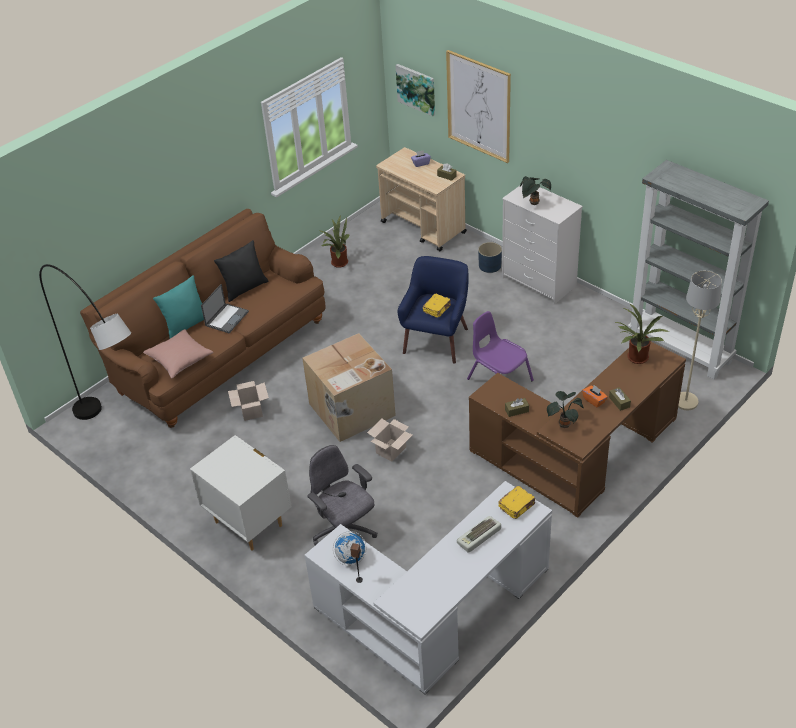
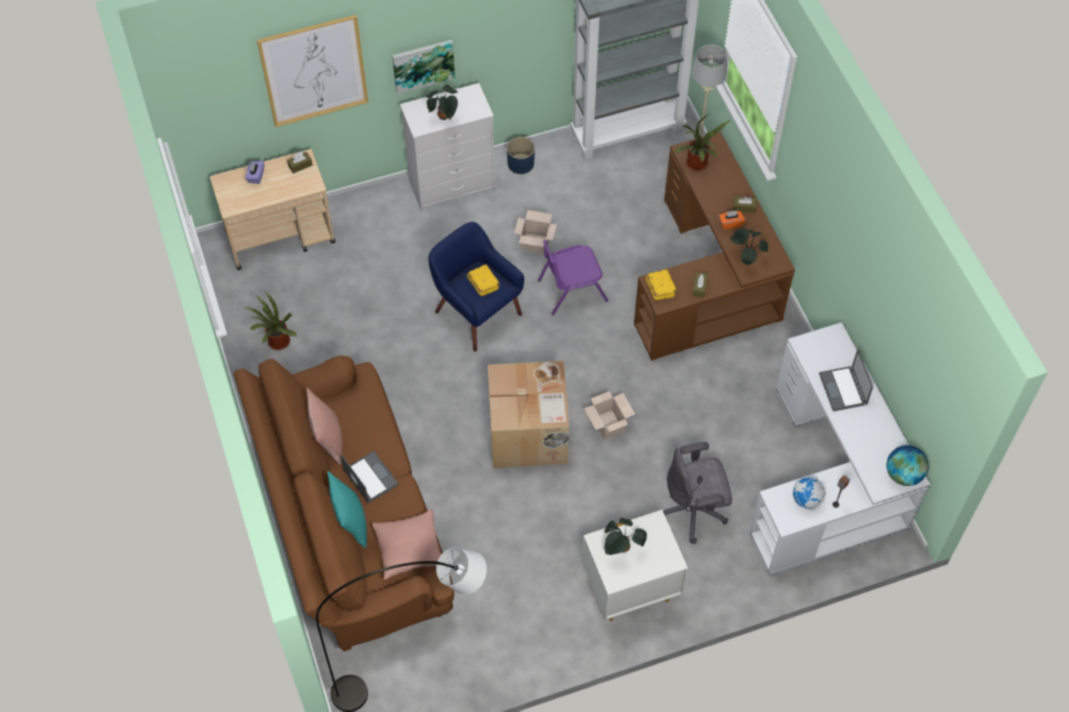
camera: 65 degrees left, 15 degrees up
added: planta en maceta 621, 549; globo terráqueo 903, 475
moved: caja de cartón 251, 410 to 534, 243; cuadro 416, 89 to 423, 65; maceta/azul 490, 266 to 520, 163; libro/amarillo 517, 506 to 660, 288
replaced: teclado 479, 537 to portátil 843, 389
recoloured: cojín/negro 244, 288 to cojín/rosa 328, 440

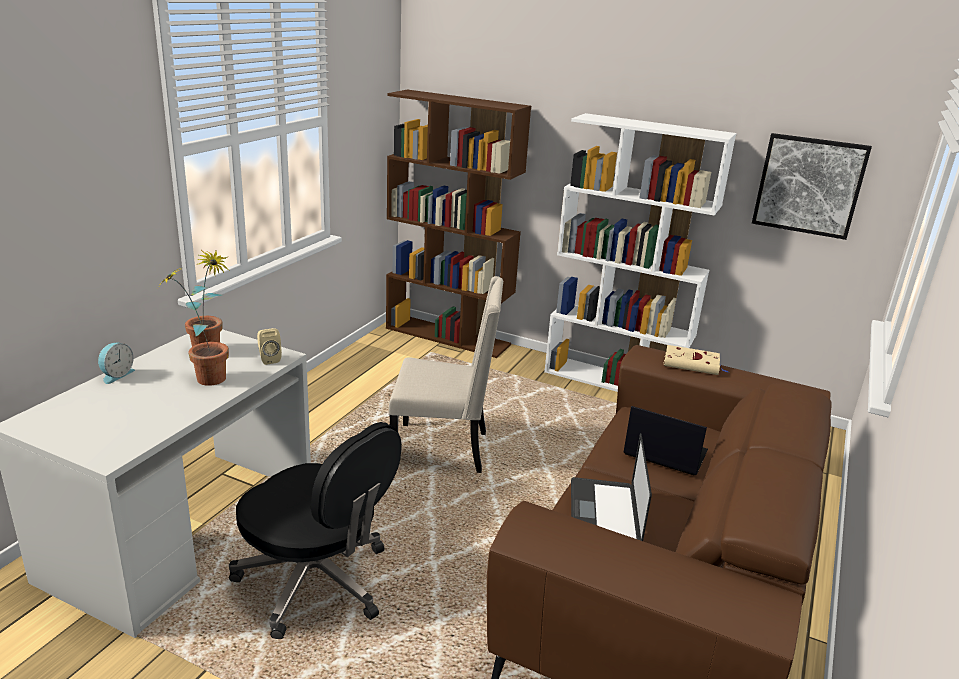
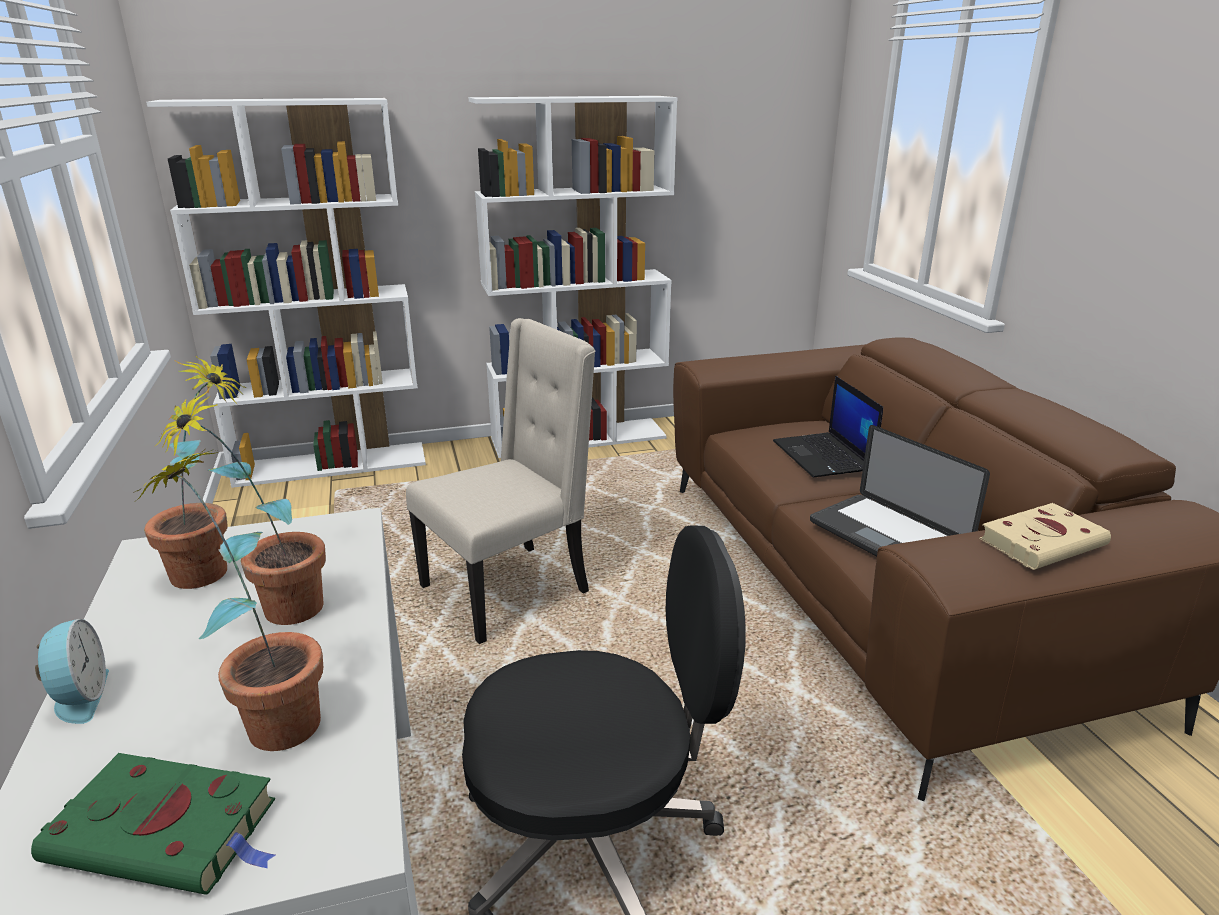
camera: 40 degrees left, 0 degrees up
removed: altavoz/beis 269, 359; cuadro 809, 185
added: libro/verde 169, 832; planta en maceta 269, 718
moved: libro/beis 693, 364 to 1044, 542
recoloured: estantería/marrón 448, 336 to estantería/blanco 332, 464
turned: portátil 664, 453 = 824, 456 90 degrees counterclockwise

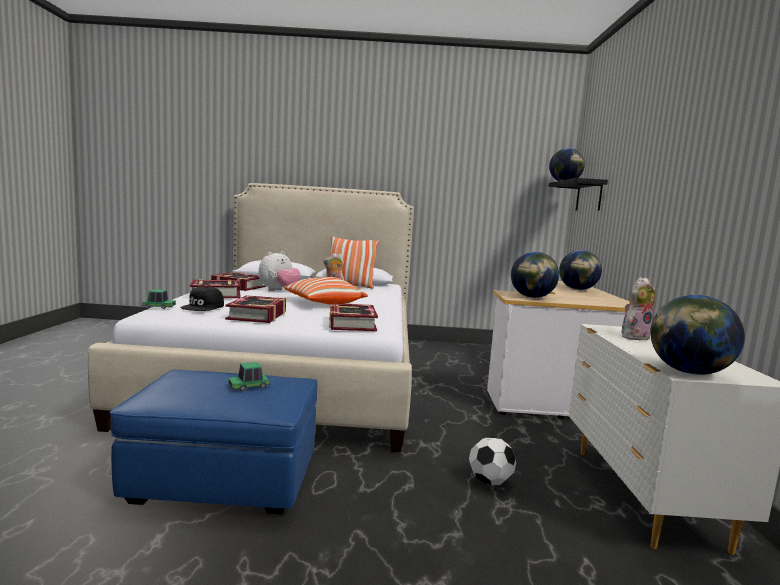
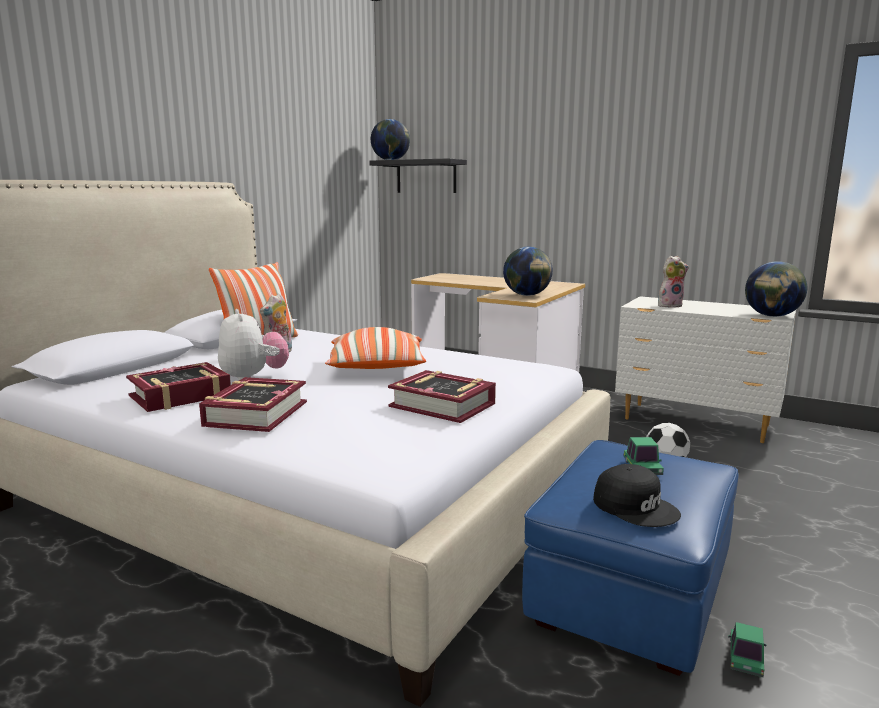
camera: 60 degrees left, 5 degrees up
removed: libro 351, 324; globo terráqueo 577, 289
moved: coche de juguete 159, 307 to 745, 659; gorra/negro 203, 307 to 635, 506
turned: peluche 634, 337 = 670, 305 75 degrees clockwise

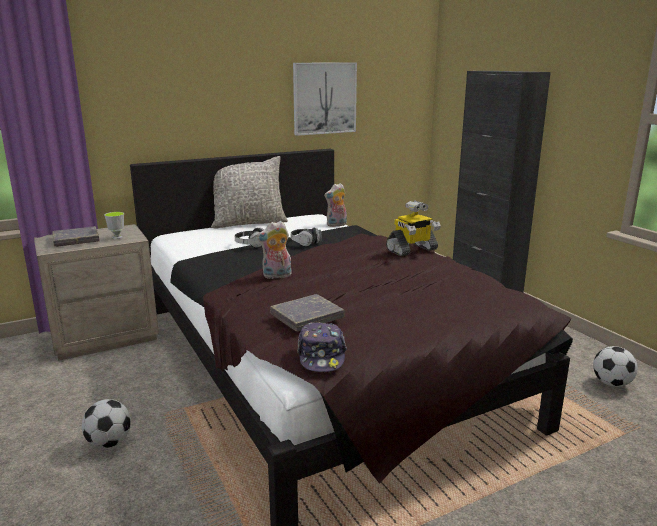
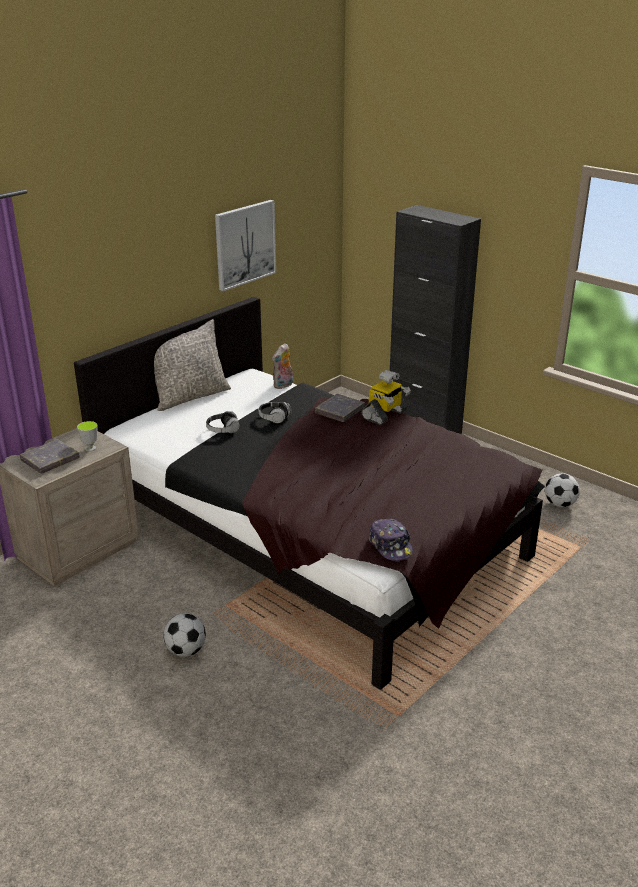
camera: 20 degrees left, 10 degrees up
removed: peluche 276, 276
moved: libro/gris 307, 317 to 340, 411

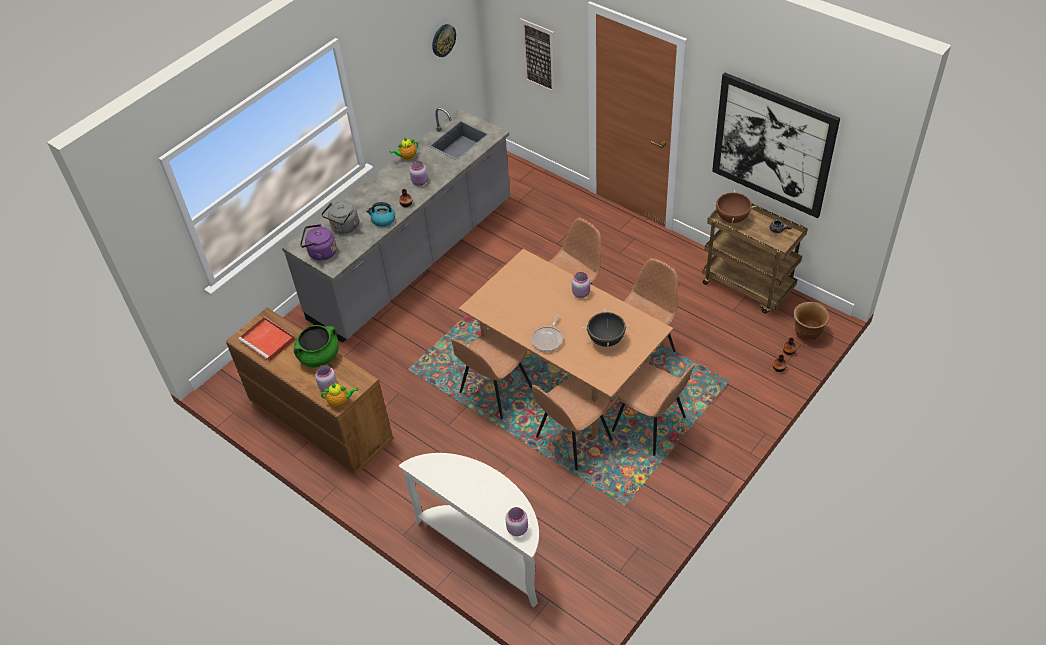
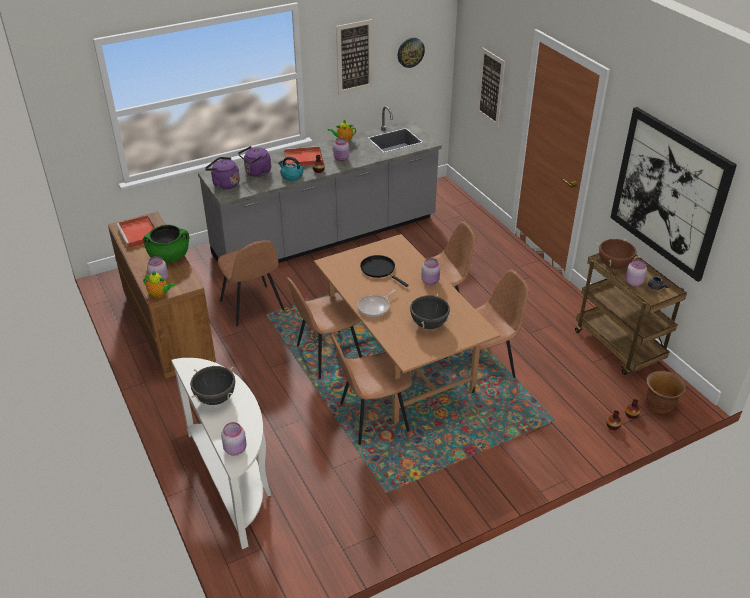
camera: 20 degrees right, 10 degrees down
added: olla/negro 215, 398; bandeja/rojo 302, 159; cuadro 354, 57; sartén/negro 379, 270; tarro/rosa 633, 282
moved: silla/marrón 650, 425 to 252, 307
recoloured: hervidor/gris 344, 227 to hervidor/morado 256, 173

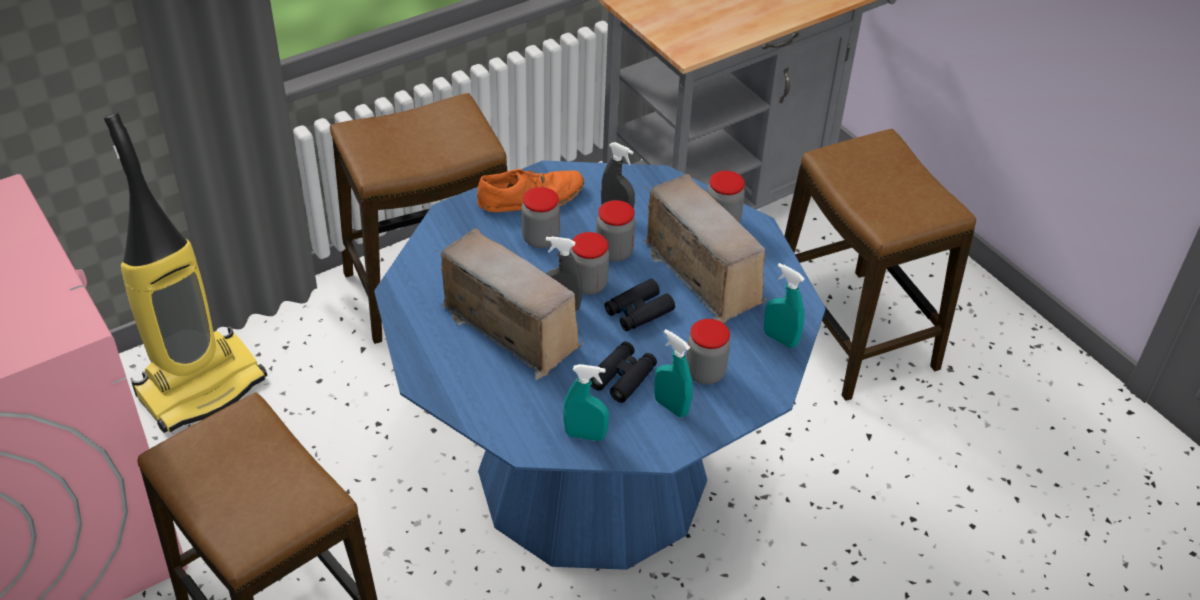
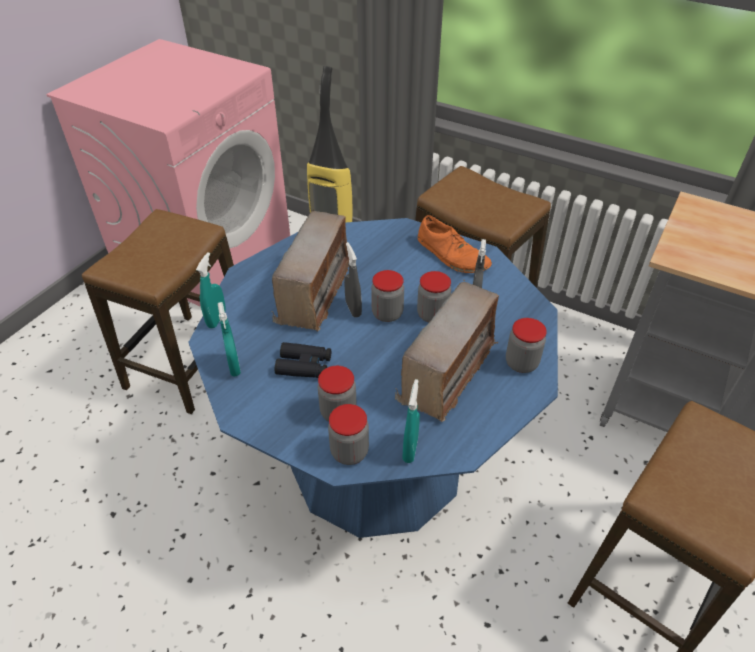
camera: 65 degrees right, 0 degrees up
removed: prismáticos/negro 638, 311
moved: tarro 540, 239 to 349, 452; pulverizador/turquesa 671, 407 to 216, 319

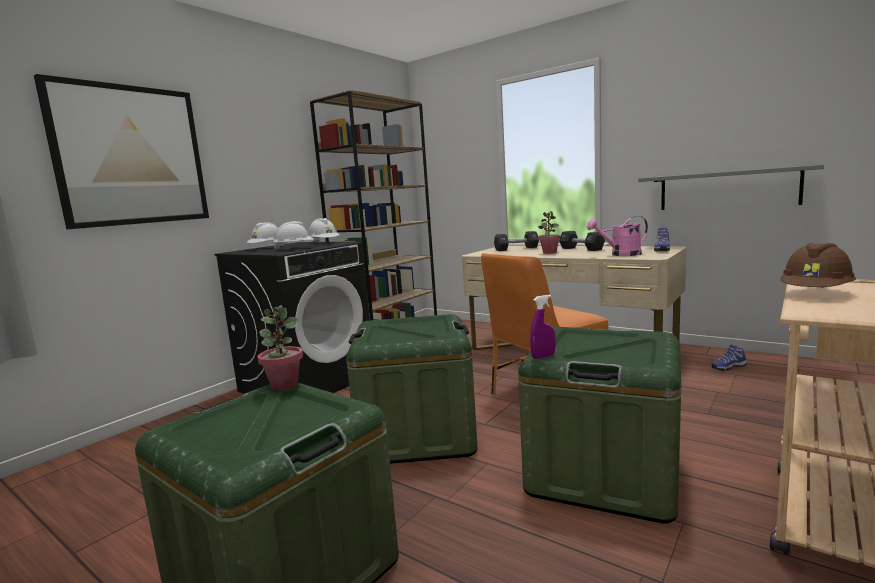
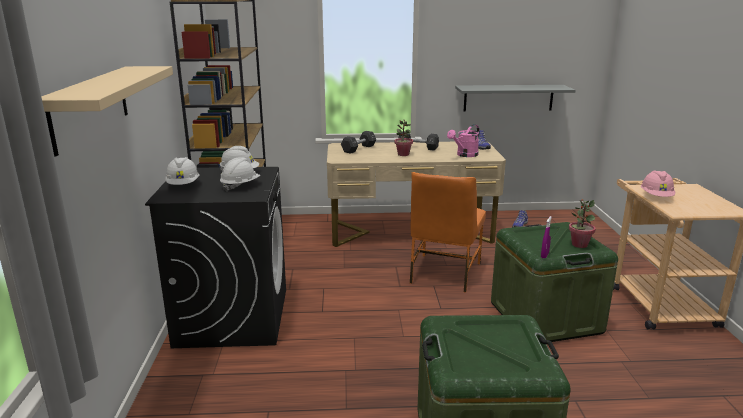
camera: 40 degrees left, 10 degrees up
removed: caja de almacenaje/verde 417, 434
moved: planta en maceta 284, 385 to 579, 244
replaced: cuadro 131, 156 to estante/beis 90, 106
recoloured: casco/marrón 815, 294 to casco/rosa 656, 197

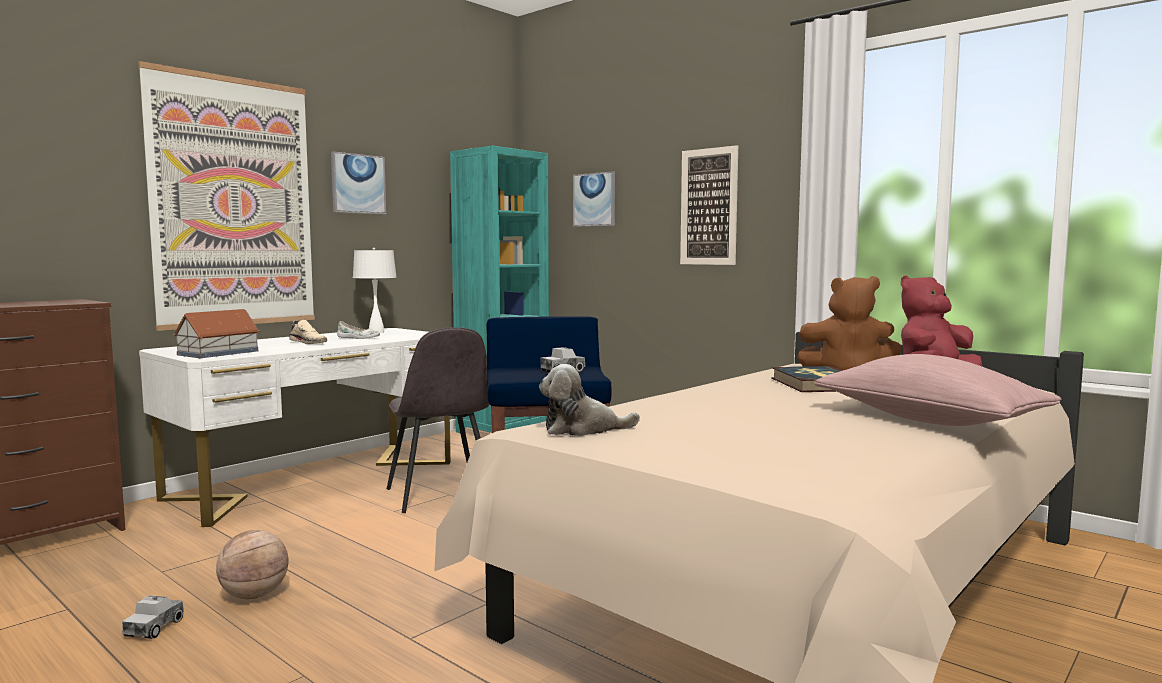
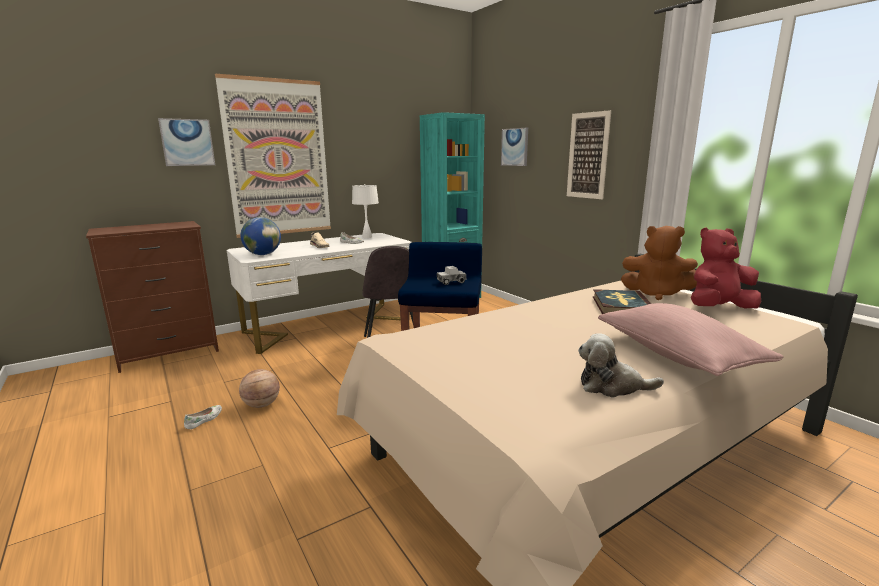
camera: 15 degrees right, 10 degrees up
moved: cuadro 358, 184 to 187, 142; peluche 582, 429 to 612, 386
replaced: camión de juguete 154, 628 to zapato/blanco 204, 420; casita 217, 353 to globo terráqueo 263, 254

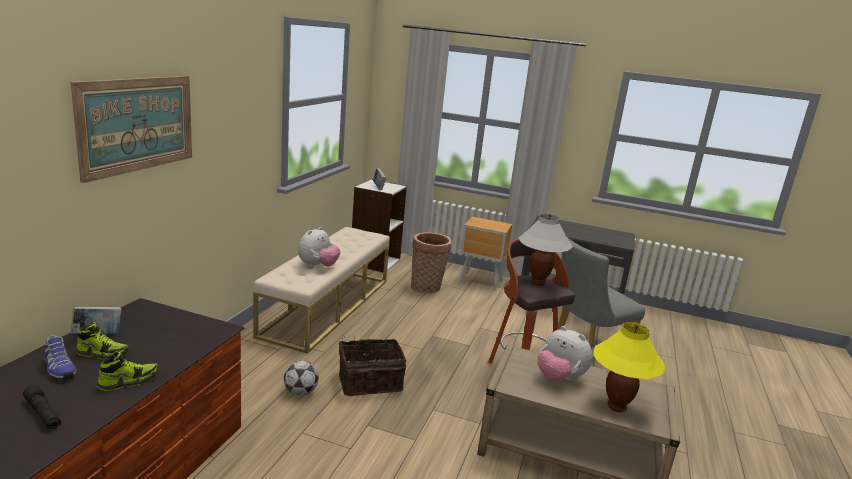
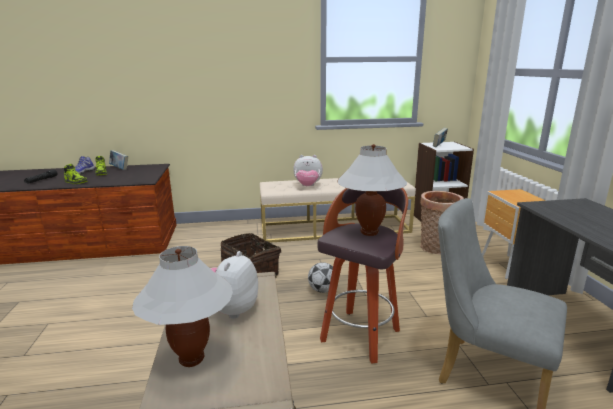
camera: 65 degrees right, 0 degrees up
removed: cuadro 138, 124
moved: balón de fútbol 300, 392 to 322, 290
recoloured: lámpara de mesa/amarillo 616, 407 to lámpara de mesa/blanco 191, 359

